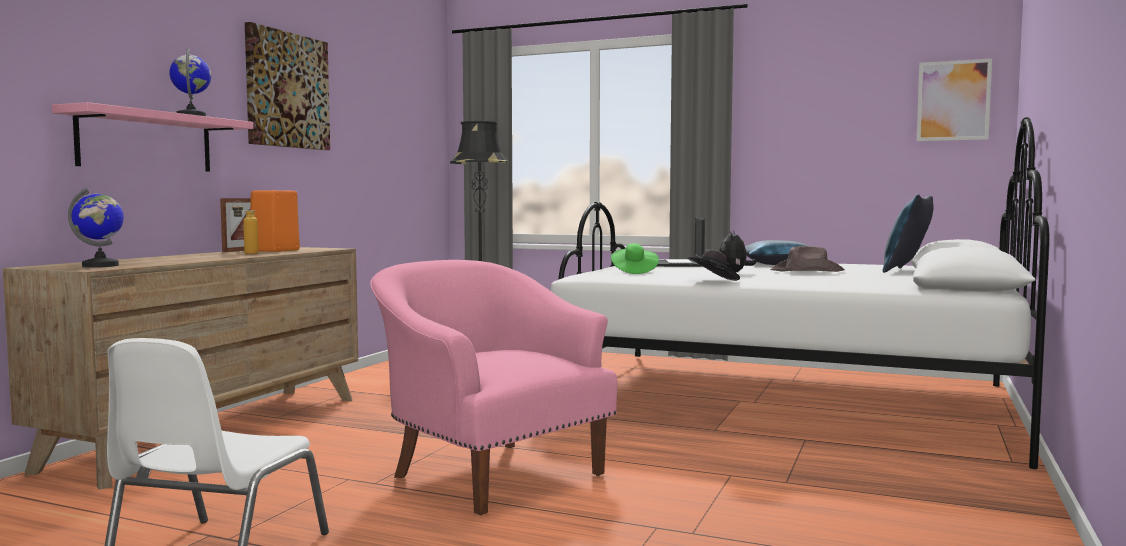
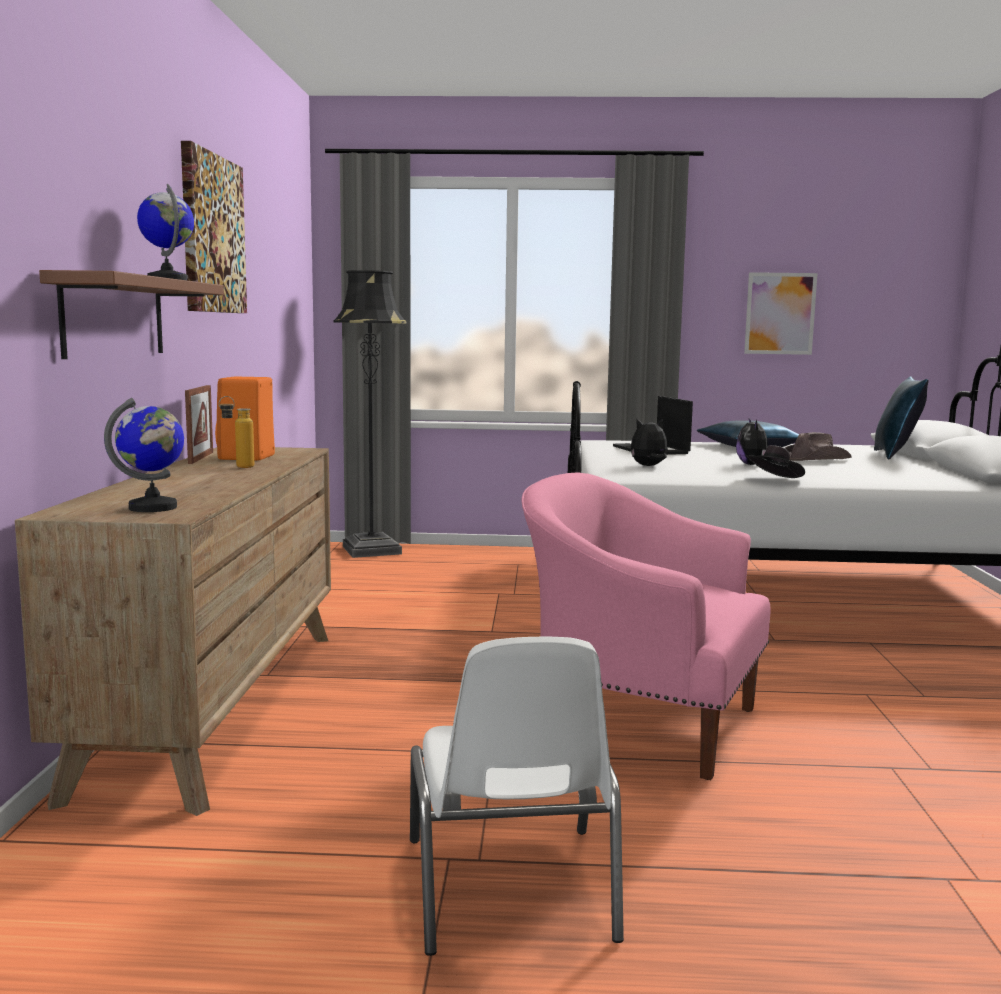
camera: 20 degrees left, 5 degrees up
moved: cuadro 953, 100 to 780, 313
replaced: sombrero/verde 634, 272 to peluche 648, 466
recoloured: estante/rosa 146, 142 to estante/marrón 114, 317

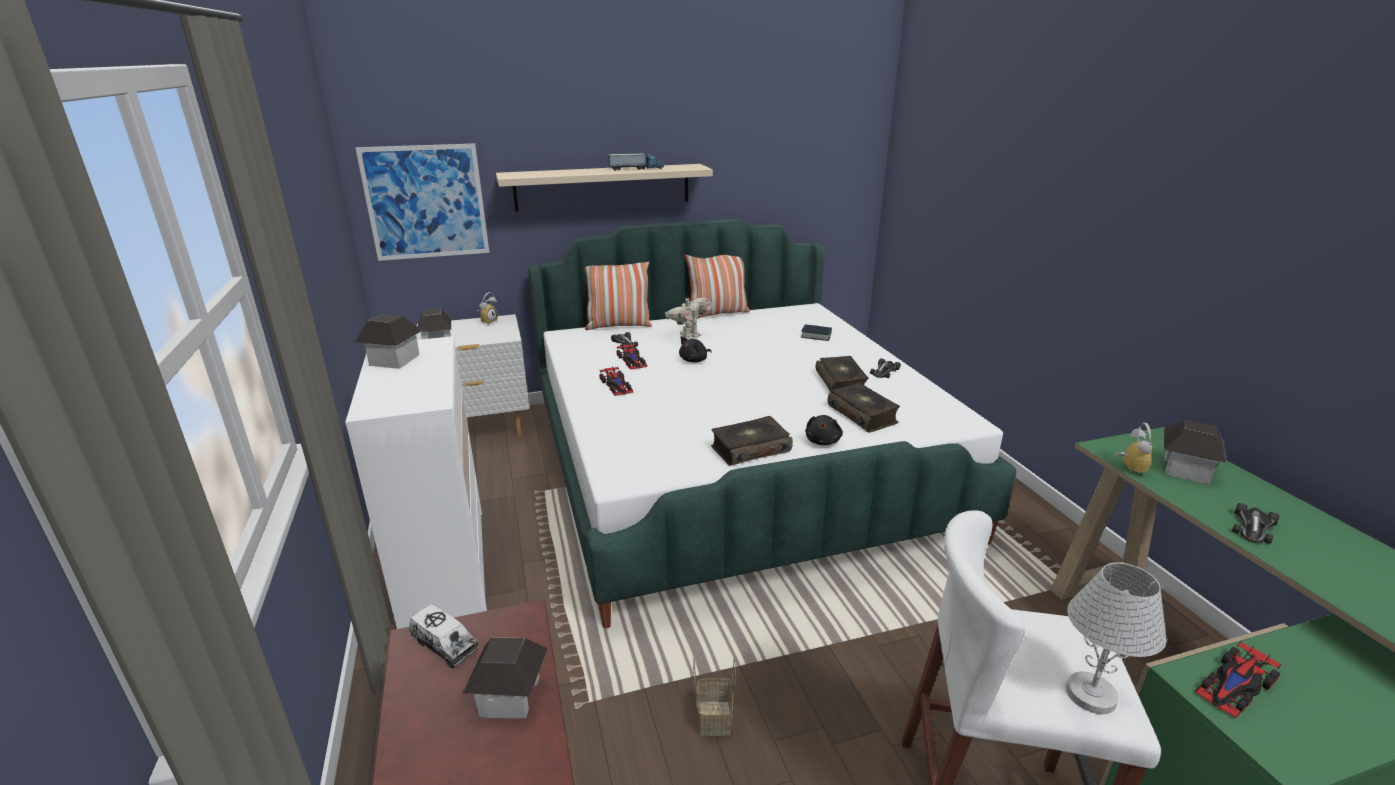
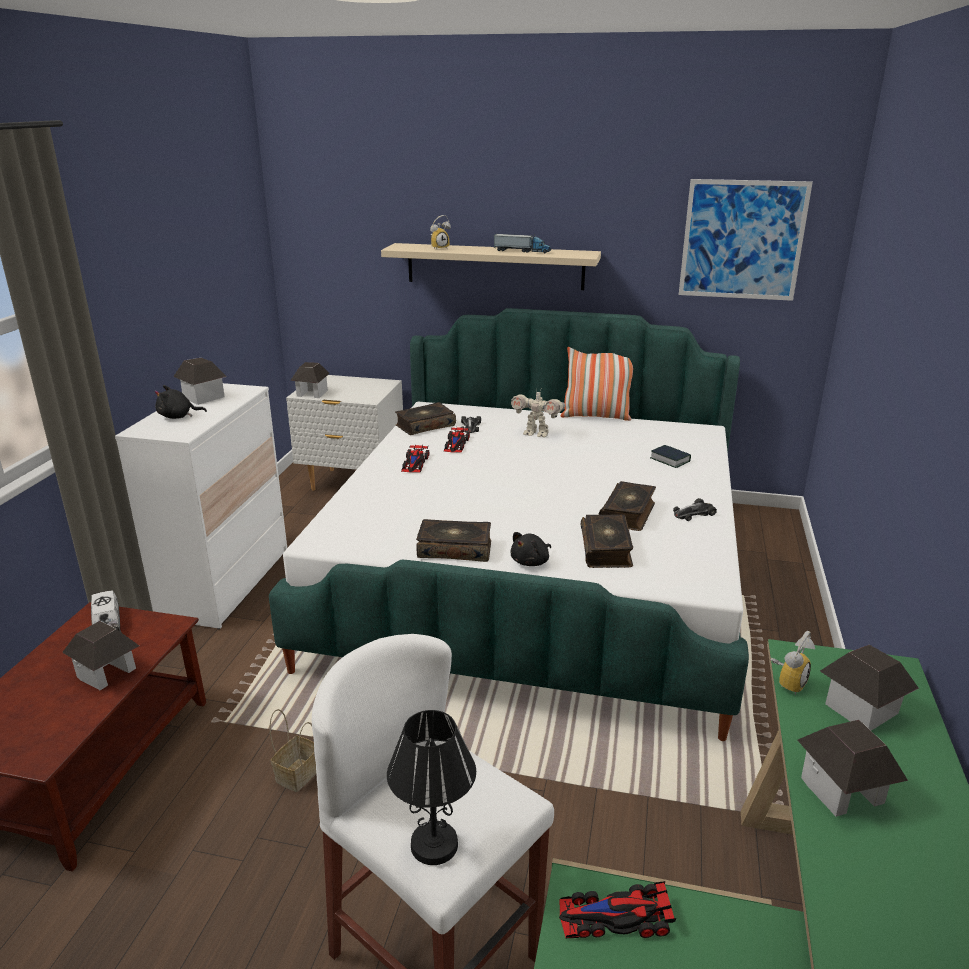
camera: 30 degrees right, 0 degrees up
removed: cojín 618, 326
added: libro 425, 425
moved: cuadro 426, 202 to 742, 240; despertador 488, 322 to 439, 248; peluche/negro 694, 360 to 178, 416
replaced: coche de juguete 1252, 527 to casita 842, 790
recoloured: lámpara de mesa/blanco 1090, 694 to lámpara de mesa/negro 435, 844
turned: robot de juguete 689, 337 = 536, 434 45 degrees clockwise

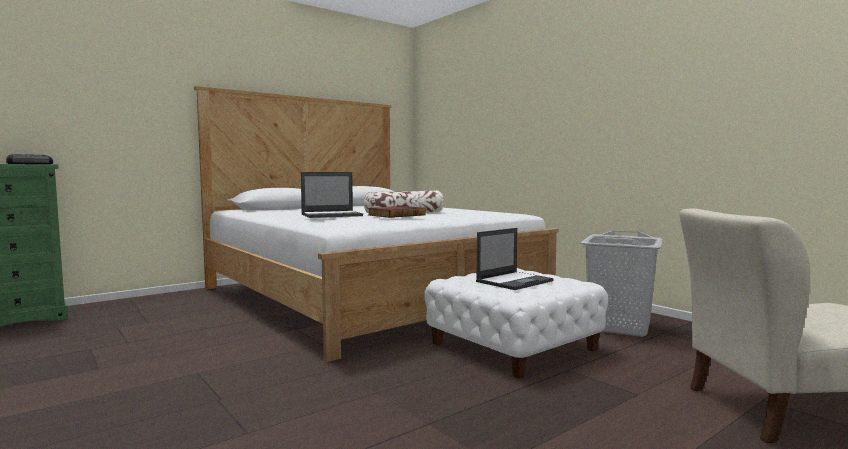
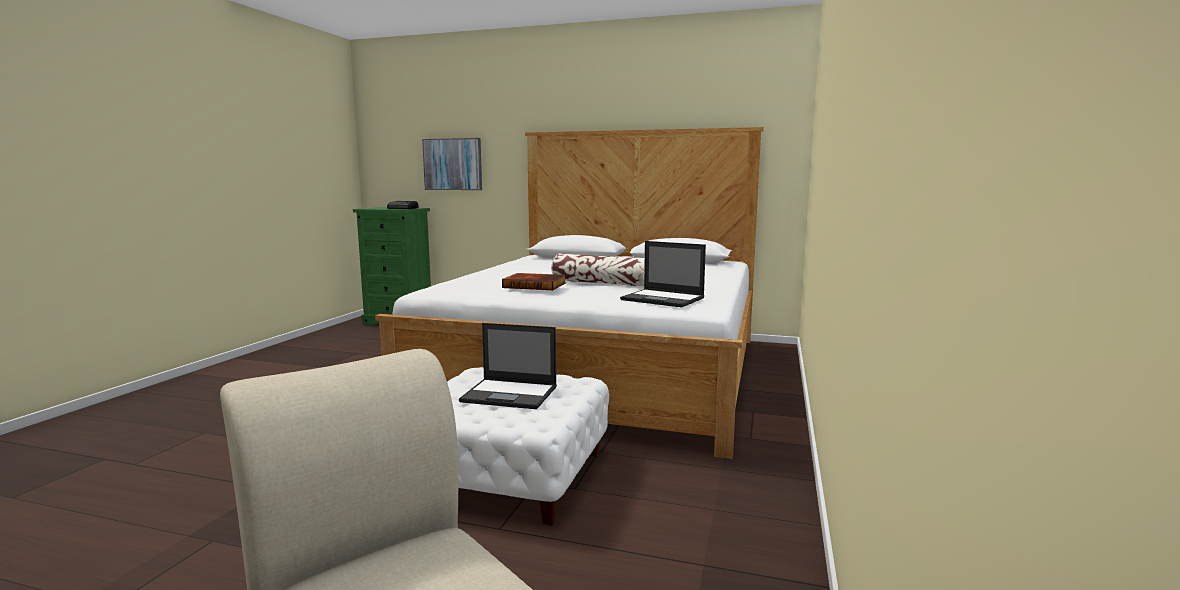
camera: 55 degrees right, 5 degrees up
removed: cesto de la ropa/gris 619, 327
added: cuadro 453, 164
moved: portátil 332, 215 to 663, 299

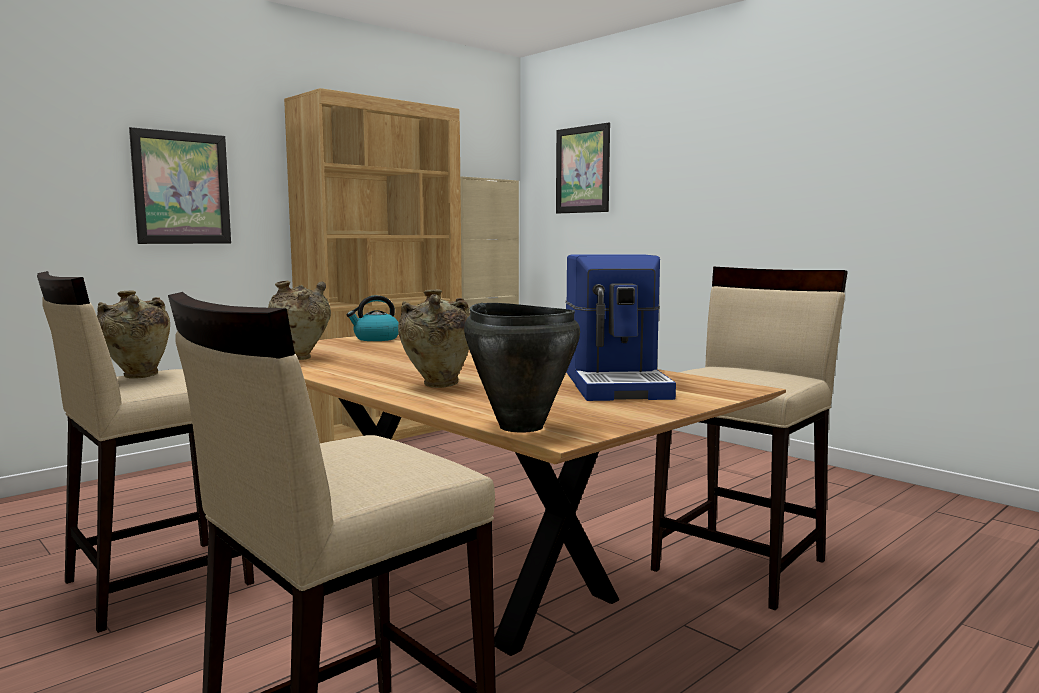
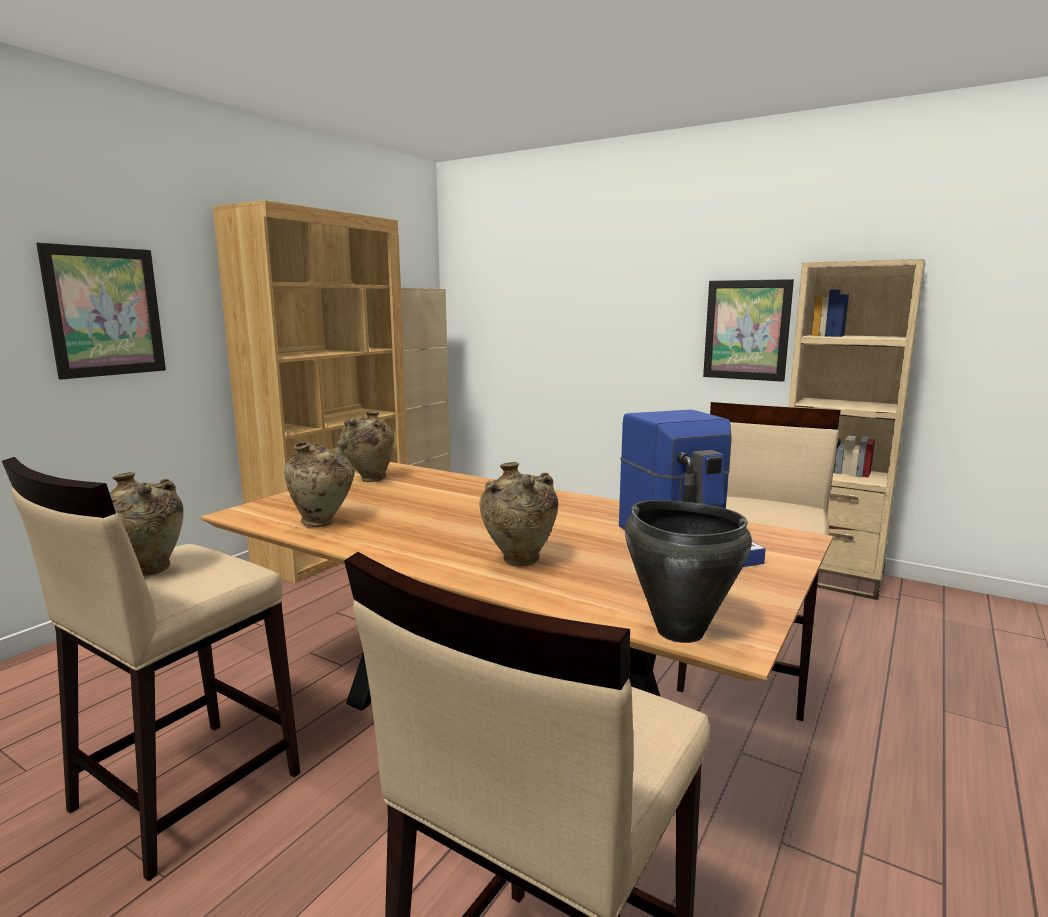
camera: 15 degrees left, 5 degrees up
added: estantería/beis 827, 577
moved: cuadro 582, 170 to 746, 330
replaced: hervidor 376, 339 to florero/beis 369, 480

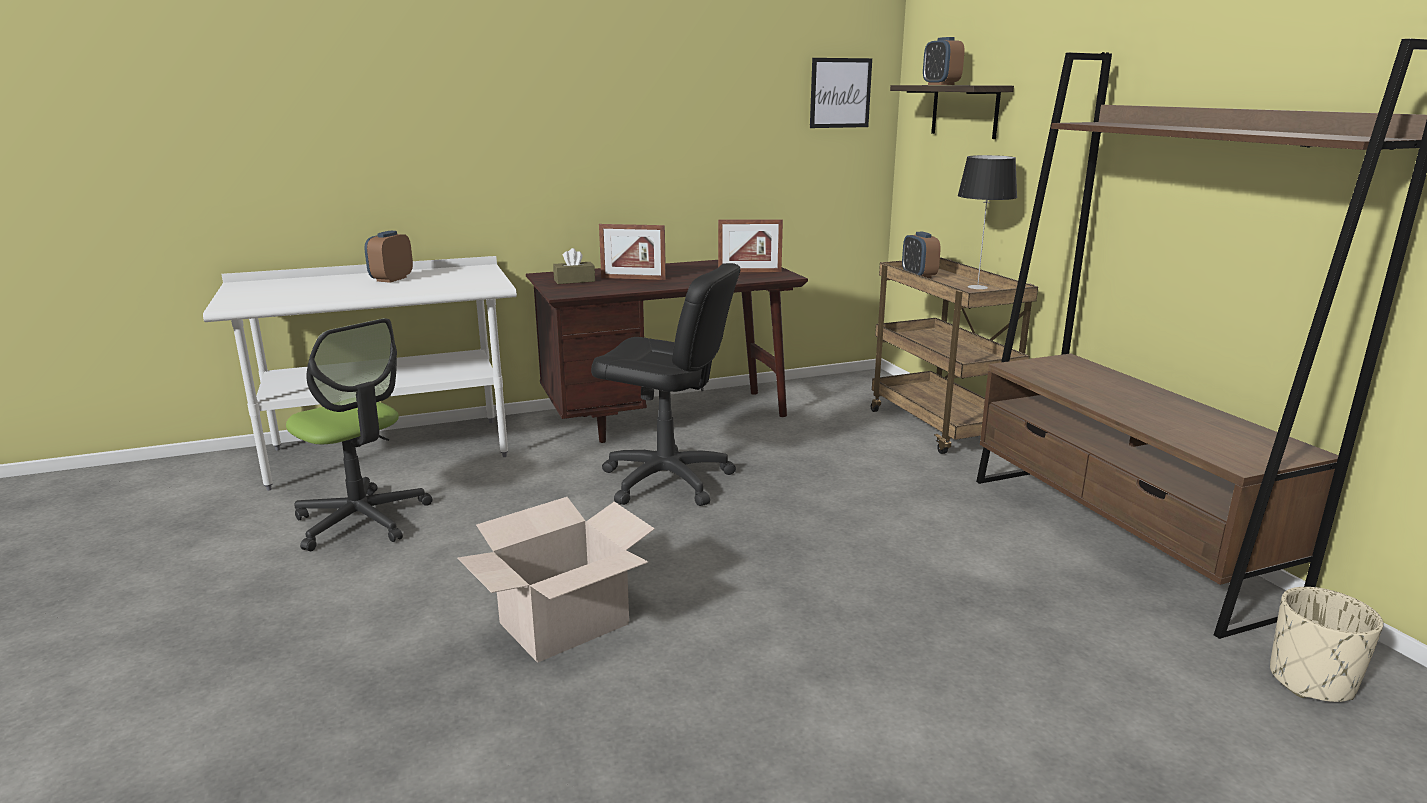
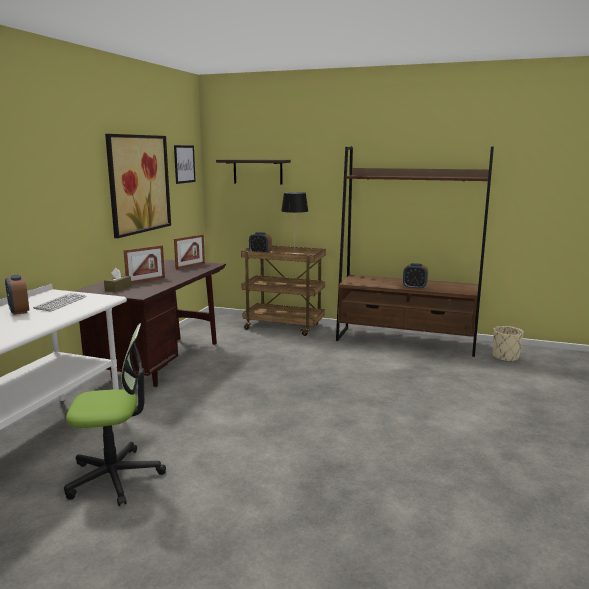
camera: 50 degrees left, 5 degrees down
removed: caja de cartón 564, 623; silla de oficina/negro 667, 480
added: teclado 61, 303; cuadro 139, 184
moved: despertador 940, 84 to 414, 288

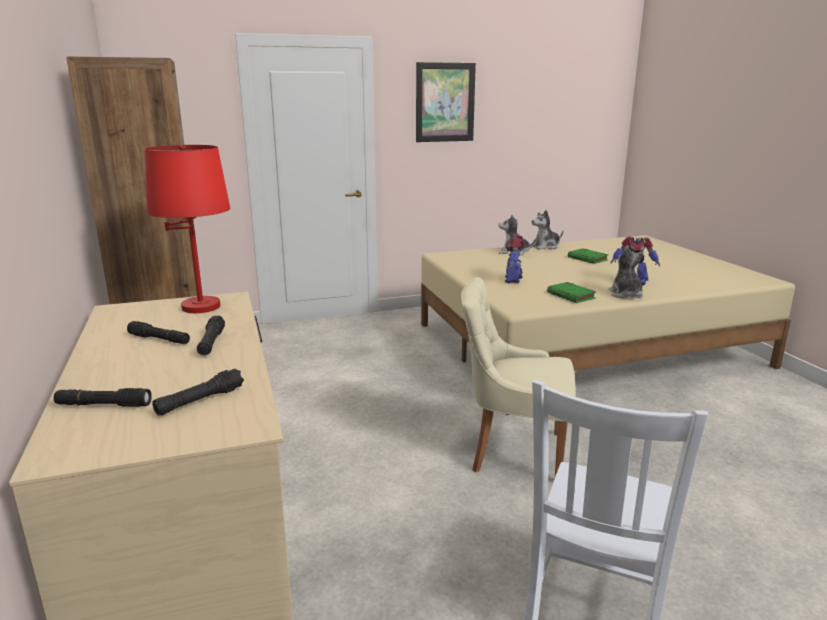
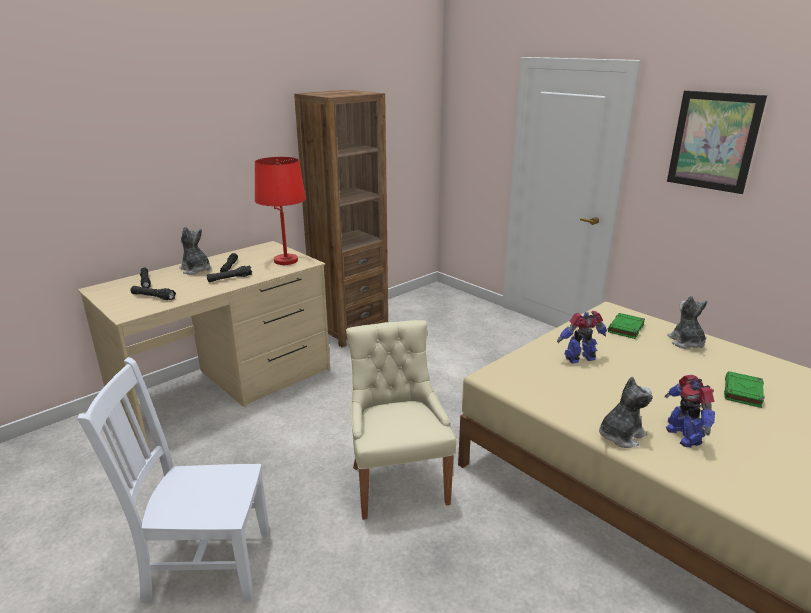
camera: 65 degrees right, 5 degrees up
moved: peluche 545, 246 to 196, 270; libro/verde 571, 296 to 626, 328

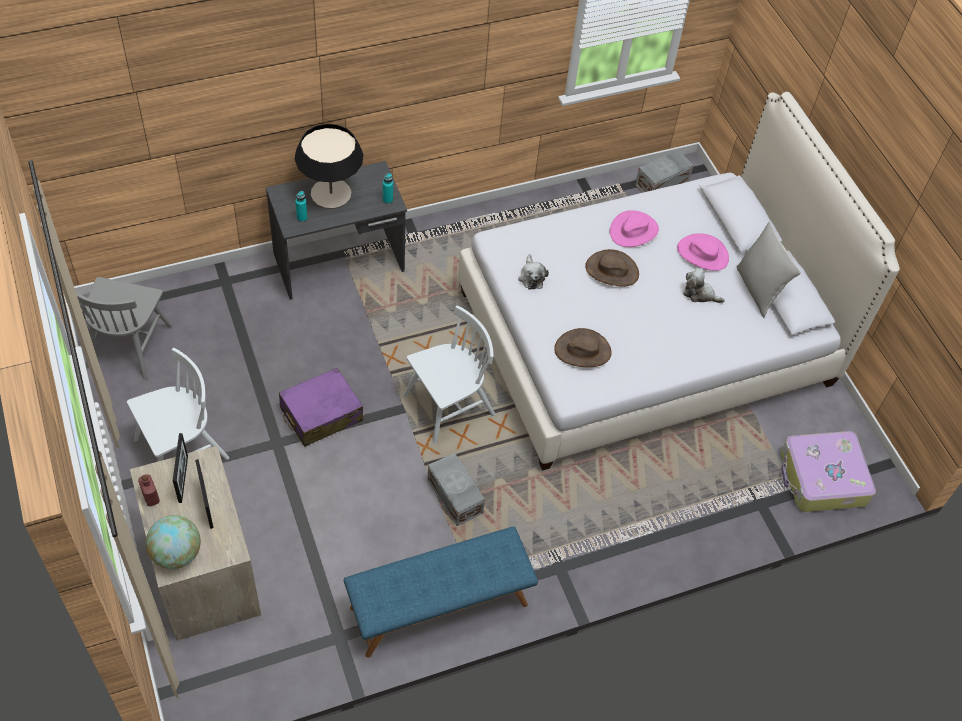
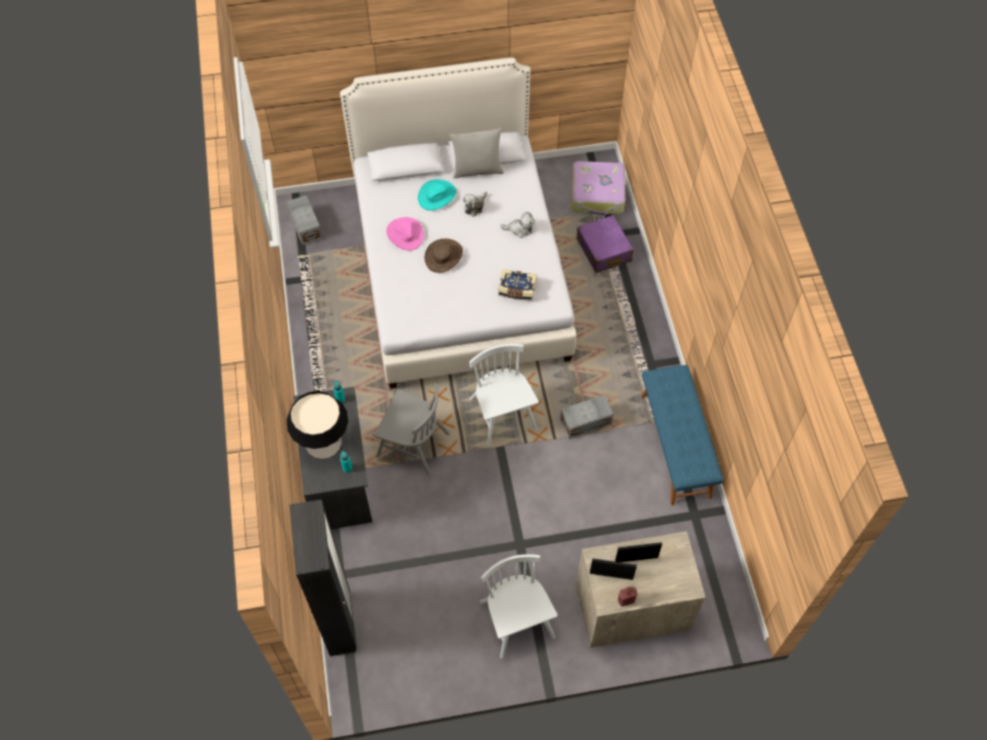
camera: 75 degrees left, 5 degrees up
removed: globo terráqueo 176, 554
added: armario ropero/negro 340, 623
moved: silla/gris 129, 345 to 412, 444; maleta/morado 321, 414 to 603, 250; peluche 531, 277 to 519, 229
replaced: sombrero/marrón 582, 350 to libro 517, 290
recoloured: sombrero/rosa 702, 254 to sombrero/turquesa 437, 195

